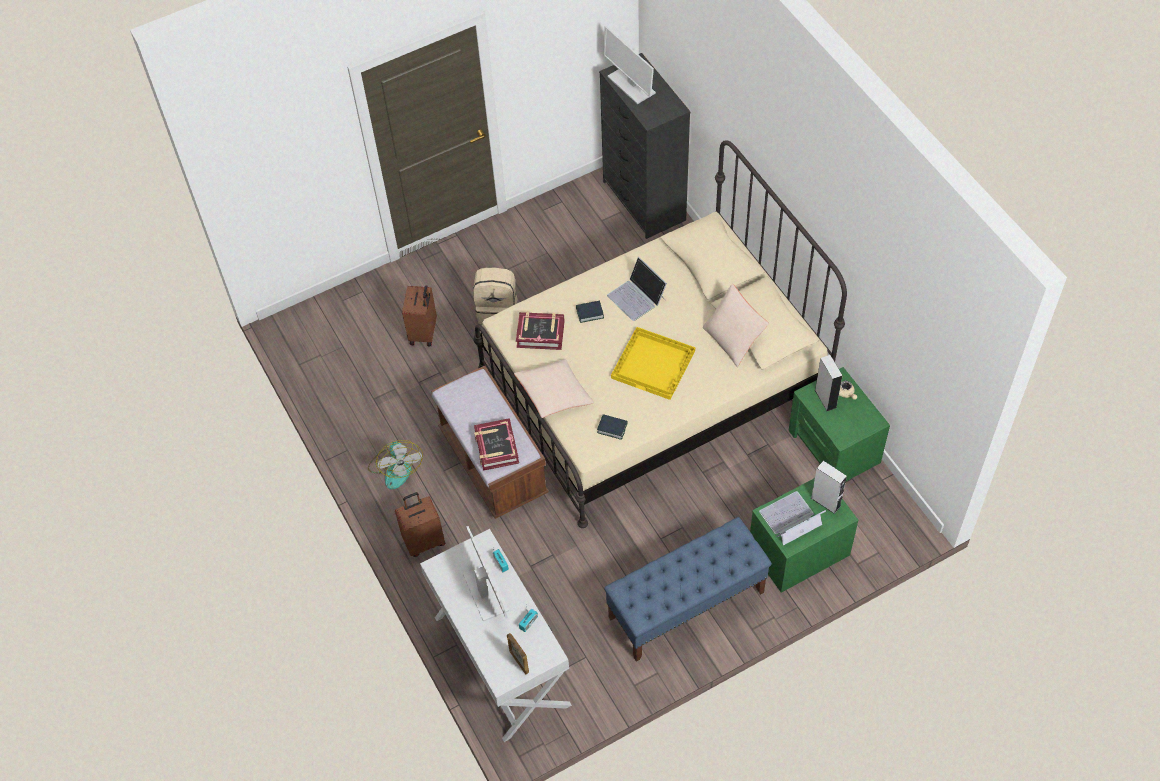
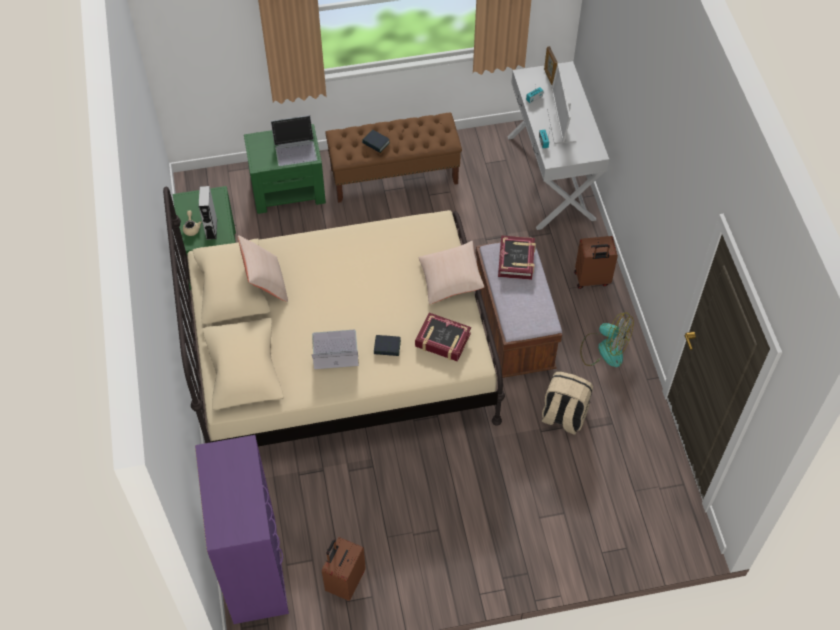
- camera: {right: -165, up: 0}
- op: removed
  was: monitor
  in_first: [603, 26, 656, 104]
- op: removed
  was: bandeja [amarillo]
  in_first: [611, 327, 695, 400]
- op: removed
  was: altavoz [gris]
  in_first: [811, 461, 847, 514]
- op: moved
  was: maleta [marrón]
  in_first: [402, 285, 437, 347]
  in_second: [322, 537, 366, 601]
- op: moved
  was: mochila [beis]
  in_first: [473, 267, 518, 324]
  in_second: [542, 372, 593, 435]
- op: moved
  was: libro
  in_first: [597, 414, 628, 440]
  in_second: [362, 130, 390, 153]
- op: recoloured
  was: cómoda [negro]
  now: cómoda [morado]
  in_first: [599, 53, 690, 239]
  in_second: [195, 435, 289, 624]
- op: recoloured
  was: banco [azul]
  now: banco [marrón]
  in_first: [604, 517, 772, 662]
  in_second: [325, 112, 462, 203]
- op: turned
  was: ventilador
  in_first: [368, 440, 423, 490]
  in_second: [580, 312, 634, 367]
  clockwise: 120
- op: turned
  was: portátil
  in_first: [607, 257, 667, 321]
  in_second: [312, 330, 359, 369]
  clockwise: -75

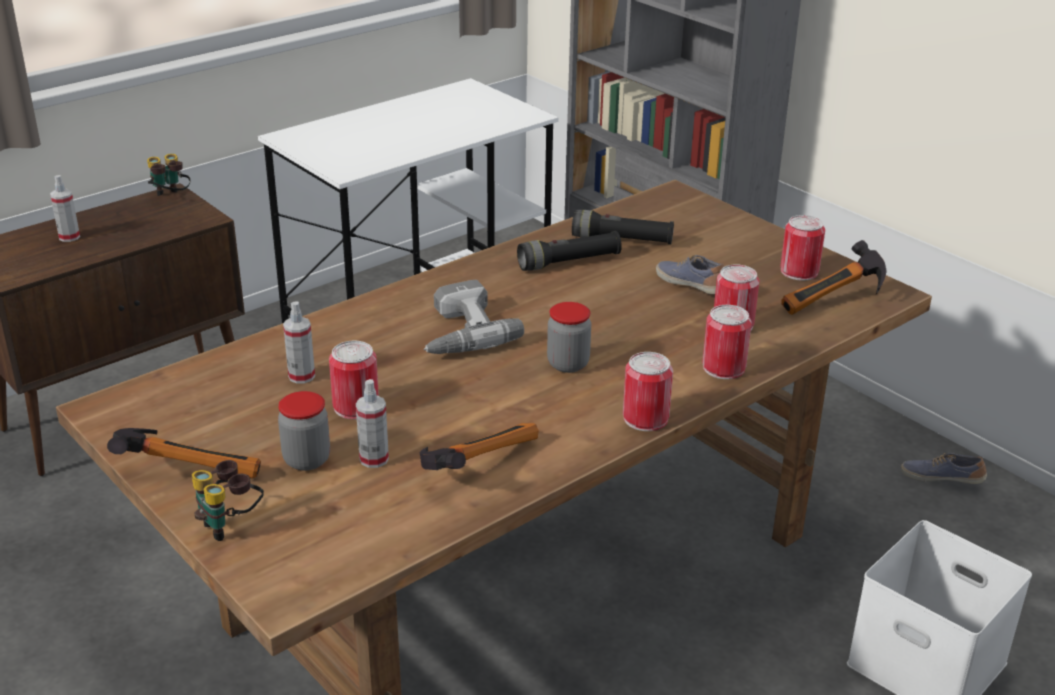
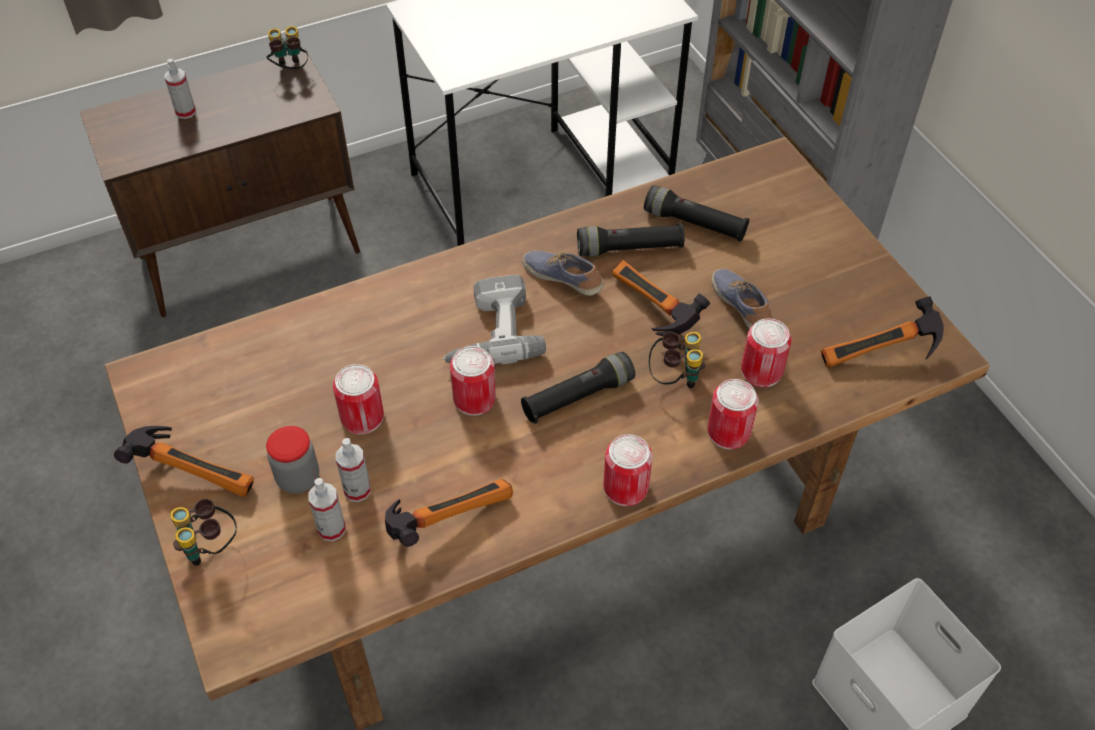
- camera: {right: 15, up: 20}
- op: added
  now: martillo
  in_second: [612, 260, 710, 336]
- op: added
  now: prismáticos
  in_second: [649, 332, 706, 388]
- op: moved
  was: pulverizador
  in_first: [283, 301, 315, 384]
  in_second: [308, 478, 345, 541]
- op: moved
  was: lata
  in_first: [780, 215, 825, 281]
  in_second: [450, 346, 496, 416]
- op: moved
  was: zapato
  in_first: [901, 453, 987, 484]
  in_second: [522, 251, 604, 296]
- op: replaced
  was: tarro
  now: linterna [negro]
  in_first: [547, 302, 591, 373]
  in_second: [521, 351, 635, 424]

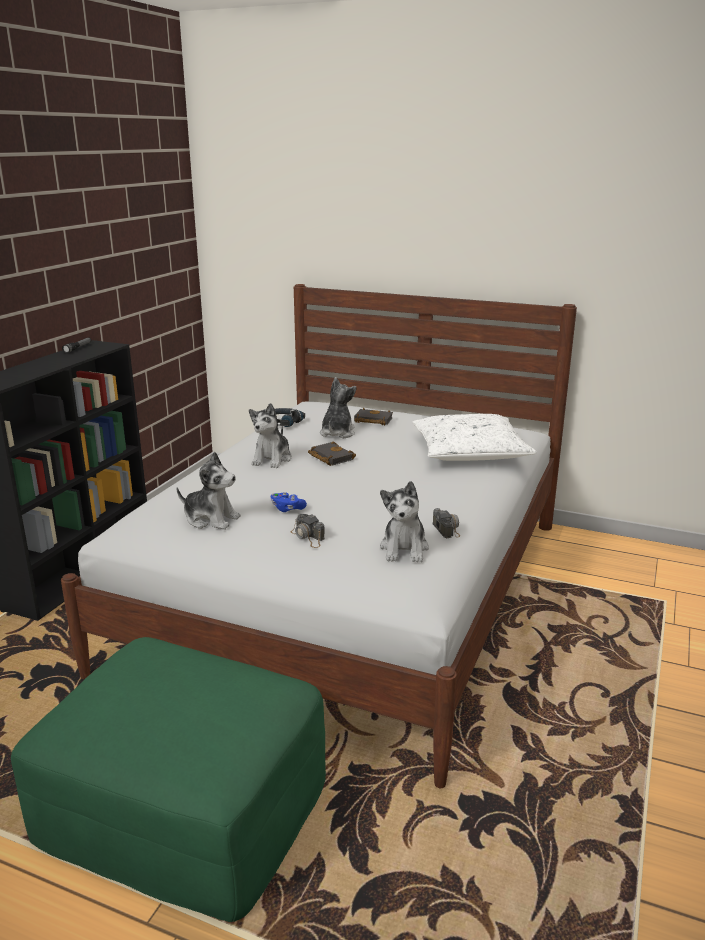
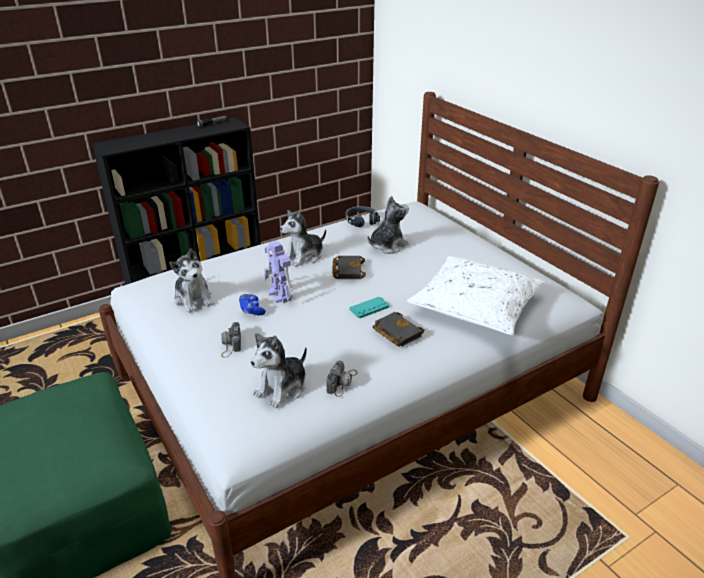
- camera: {right: 35, up: 10}
- op: added
  now: robot de juguete
  in_second: [264, 241, 293, 303]
- op: added
  now: mando de consola [turquesa]
  in_second: [350, 297, 390, 318]
- op: moved
  was: libro [negro]
  in_first: [354, 408, 393, 425]
  in_second: [372, 312, 424, 347]

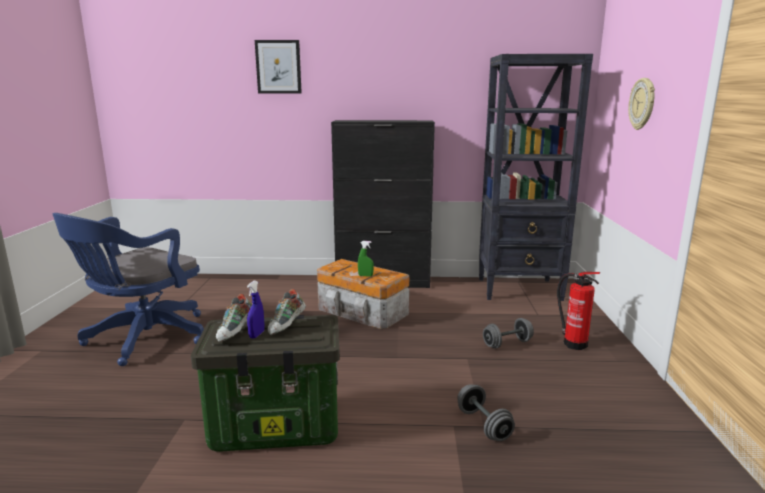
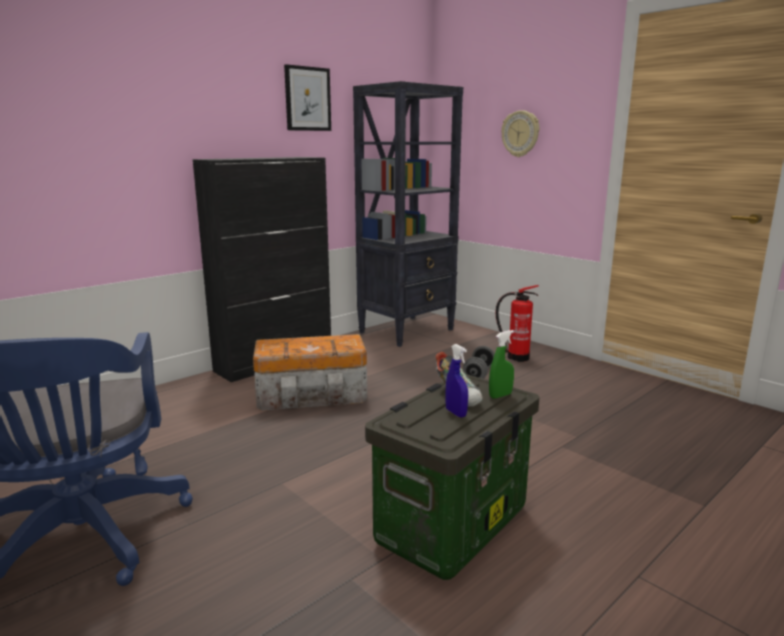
- camera: {right: -45, up: 0}
- op: removed
  was: zapato
  in_first: [216, 294, 252, 342]
- op: removed
  was: mancuerna [gris]
  in_first: [457, 384, 515, 441]
- op: moved
  was: cuadro
  in_first: [255, 40, 302, 94]
  in_second: [284, 64, 331, 131]
- op: moved
  was: pulverizador [verde]
  in_first: [358, 241, 374, 277]
  in_second: [489, 330, 514, 399]

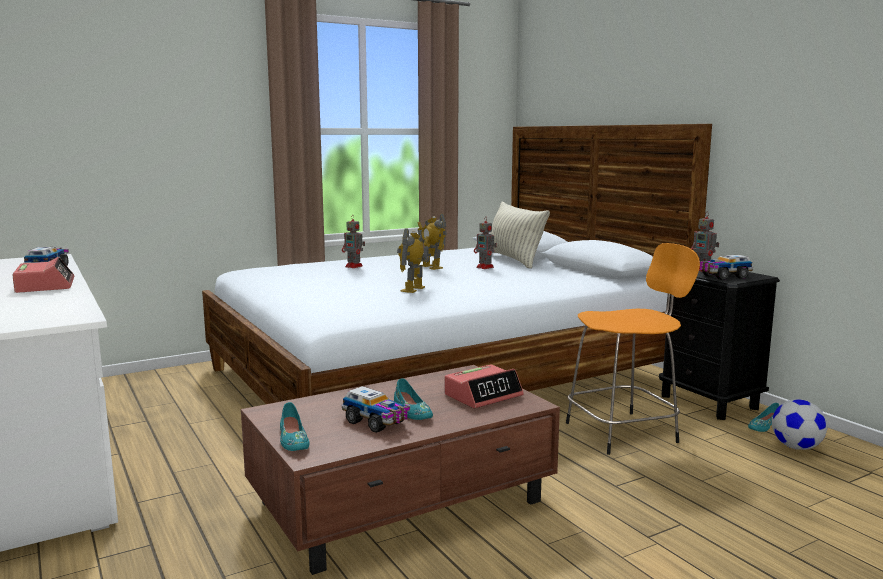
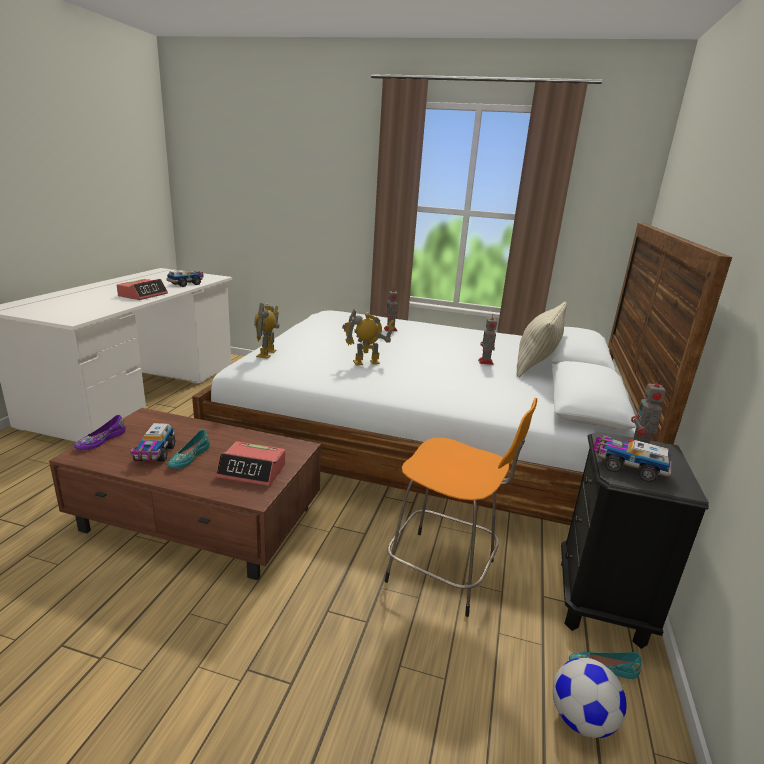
- camera: {right: 45, up: 10}
- op: moved
  was: robot de juguete
  in_first: [418, 214, 447, 270]
  in_second: [254, 303, 280, 359]
- op: recoloured
  was: zapato [turquesa]
  now: zapato [morado]
  in_first: [280, 402, 310, 451]
  in_second: [74, 415, 126, 450]

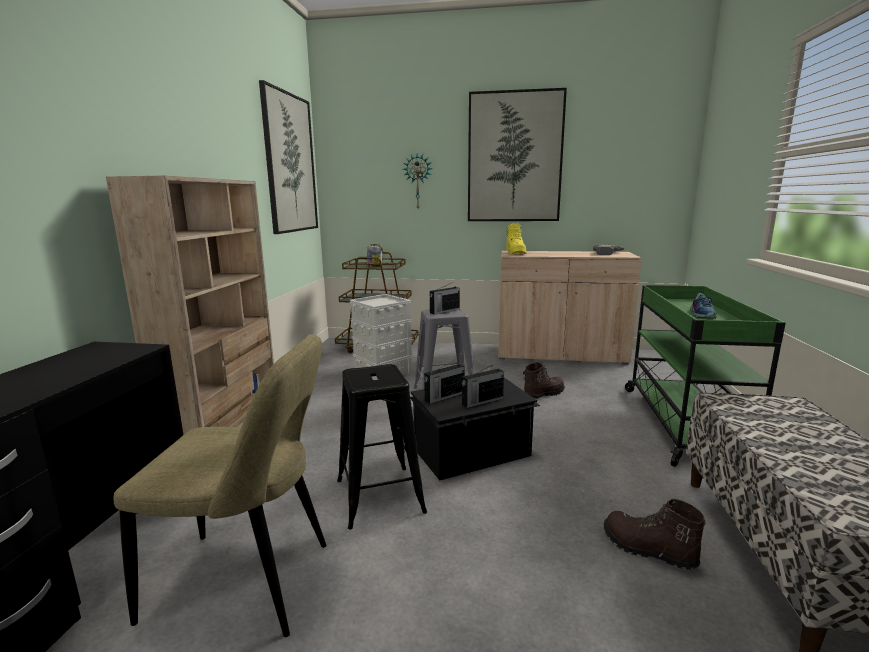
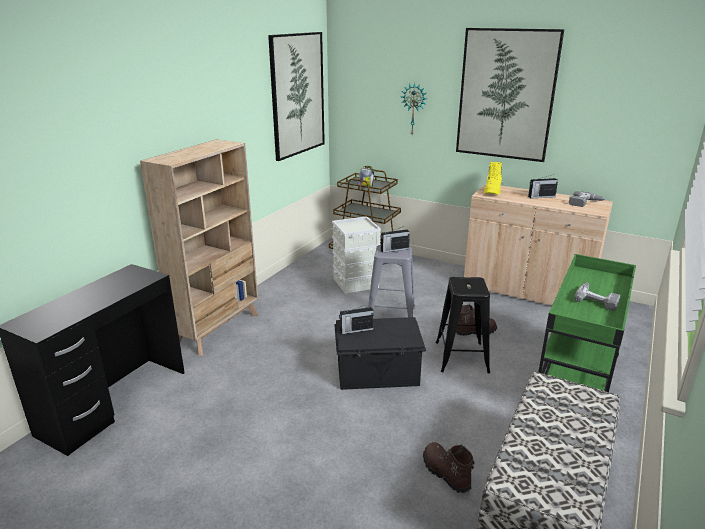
- camera: {right: 20, up: 10}
- op: removed
  was: silla [beis]
  in_first: [114, 334, 326, 637]
- op: moved
  was: taburete [negro]
  in_first: [337, 364, 427, 530]
  in_second: [436, 277, 490, 373]
- op: moved
  was: radio
  in_first: [462, 365, 504, 408]
  in_second: [528, 174, 558, 198]
- op: replaced
  was: zapato
  now: taladro
  in_first: [690, 293, 717, 319]
  in_second: [574, 282, 620, 311]

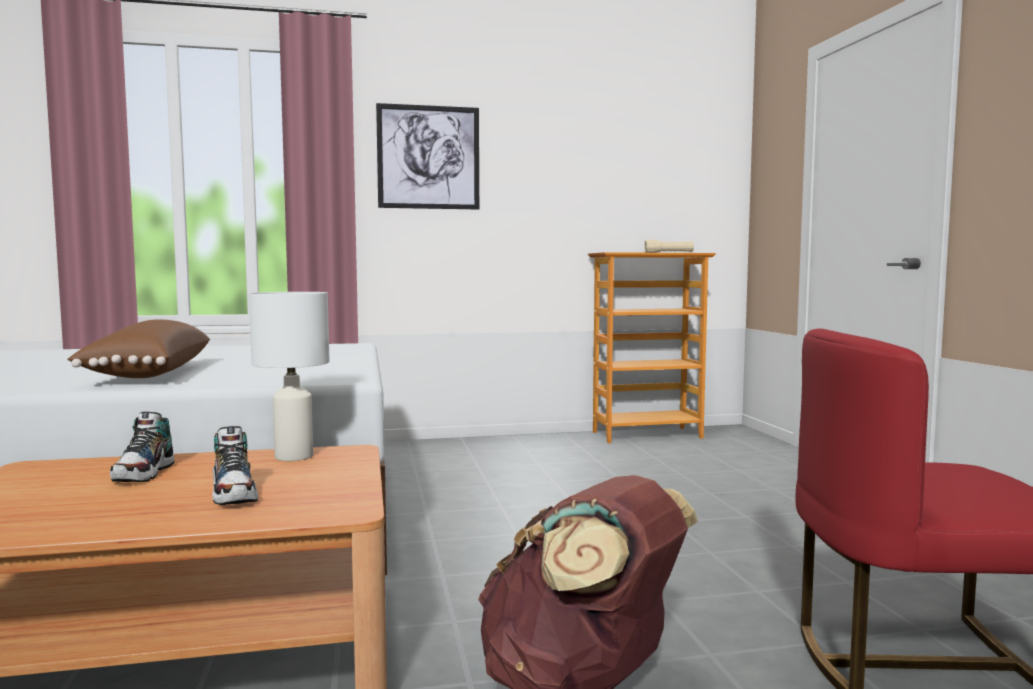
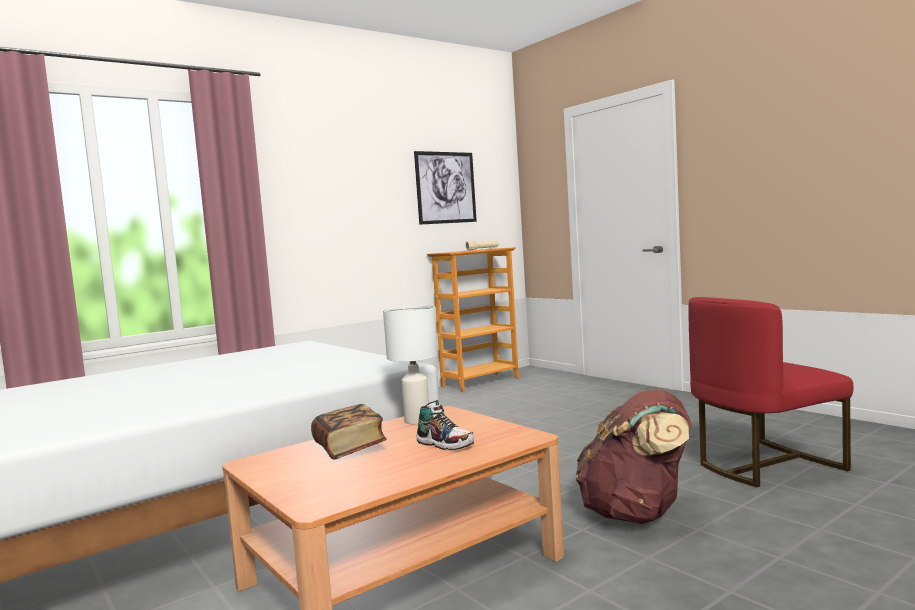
- camera: {right: -25, up: 0}
- op: removed
  was: cojín [marrón]
  in_first: [67, 319, 210, 378]
- op: moved
  was: cuadro
  in_first: [376, 103, 479, 210]
  in_second: [414, 151, 477, 225]
- op: replaced
  was: zapato
  now: libro
  in_first: [110, 412, 174, 482]
  in_second: [311, 404, 387, 460]

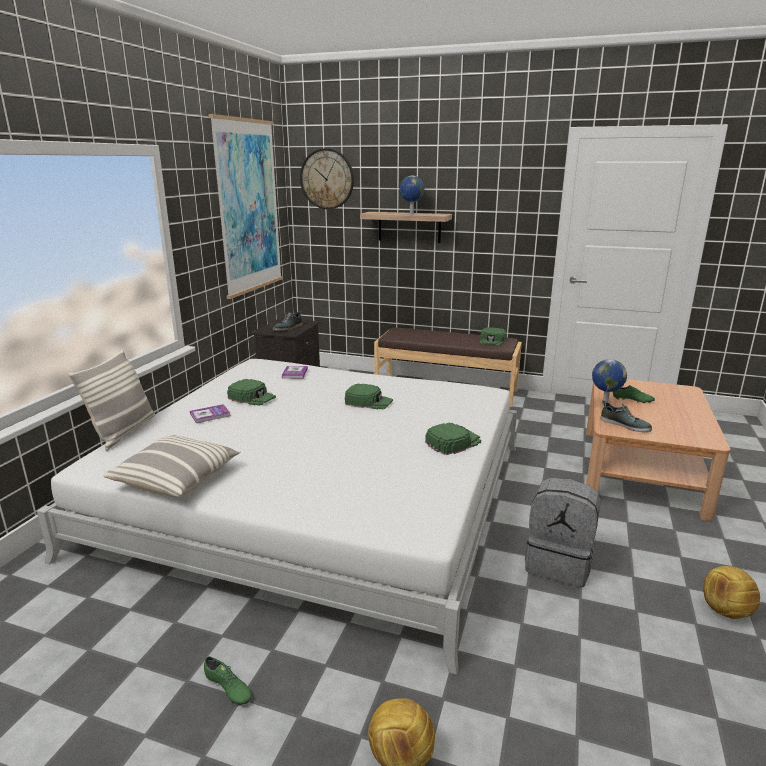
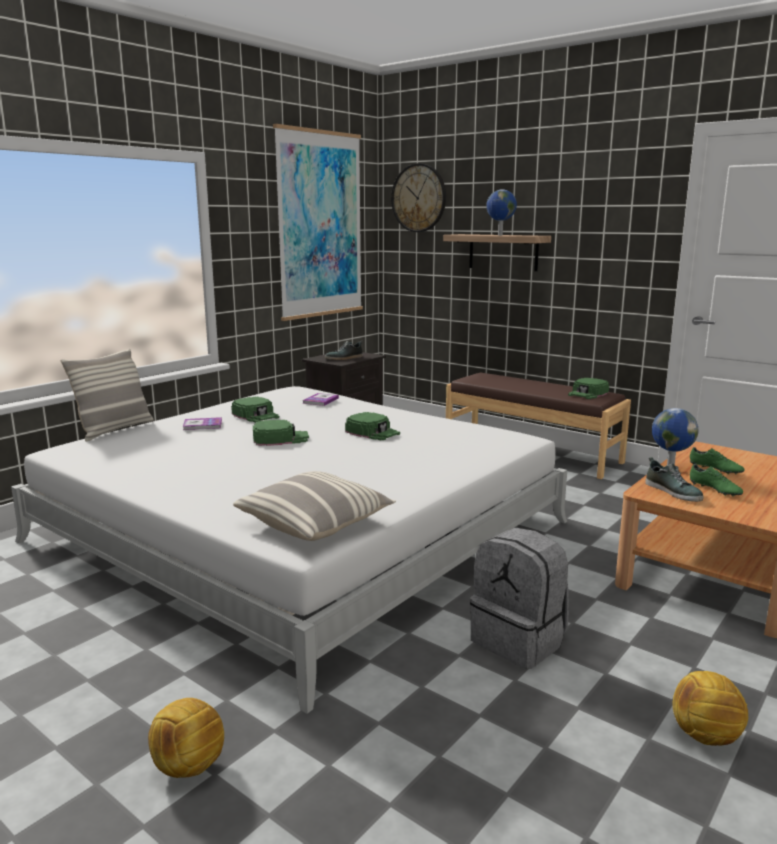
- camera: {right: 20, up: -5}
- op: moved
  was: cojín
  in_first: [103, 435, 241, 497]
  in_second: [233, 471, 396, 541]
- op: moved
  was: zapato [verde]
  in_first: [204, 656, 251, 705]
  in_second: [690, 464, 743, 497]
- op: moved
  was: gorra [verde]
  in_first: [425, 422, 481, 455]
  in_second: [253, 420, 309, 446]

